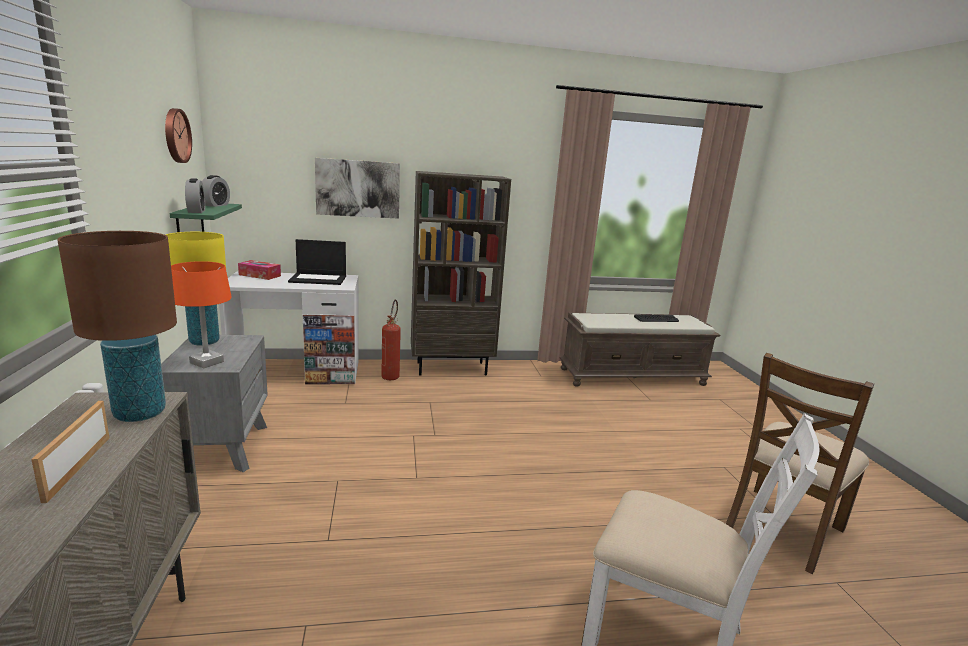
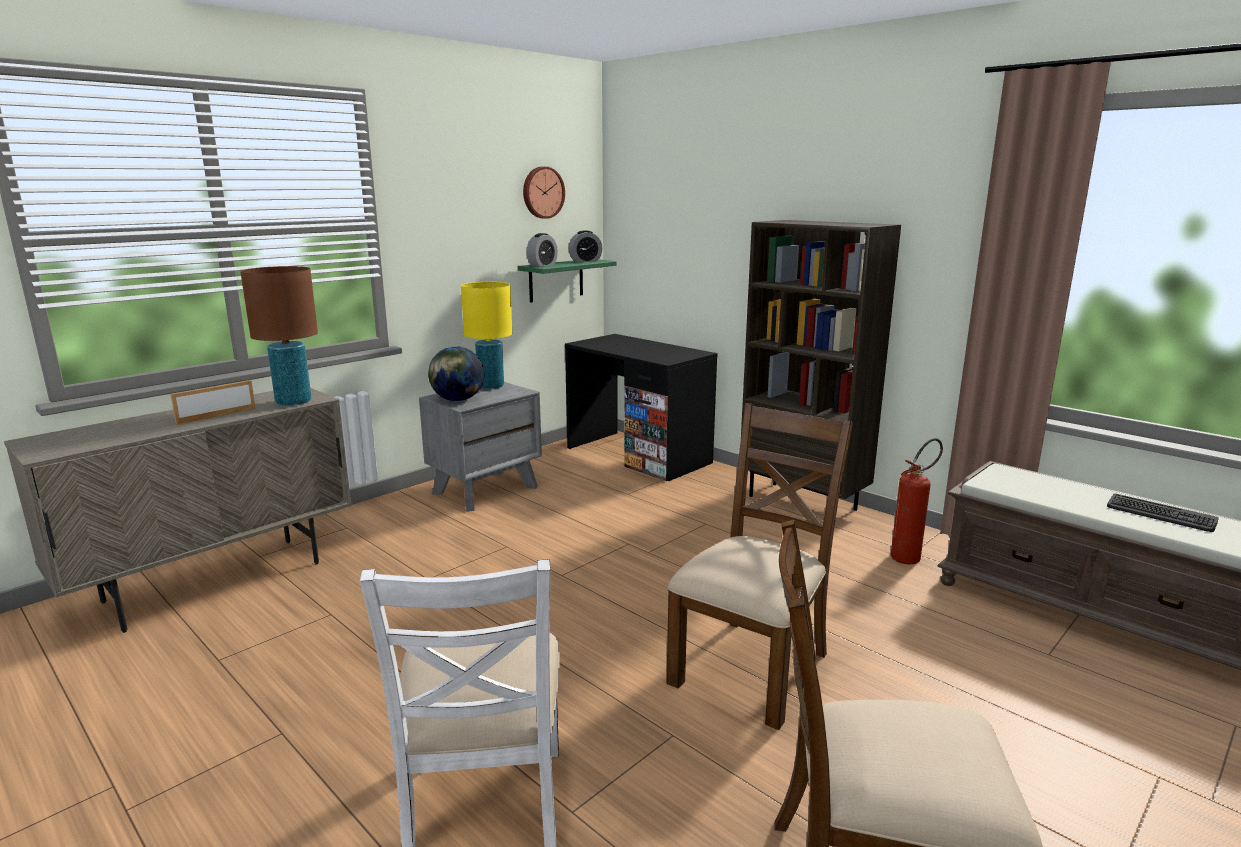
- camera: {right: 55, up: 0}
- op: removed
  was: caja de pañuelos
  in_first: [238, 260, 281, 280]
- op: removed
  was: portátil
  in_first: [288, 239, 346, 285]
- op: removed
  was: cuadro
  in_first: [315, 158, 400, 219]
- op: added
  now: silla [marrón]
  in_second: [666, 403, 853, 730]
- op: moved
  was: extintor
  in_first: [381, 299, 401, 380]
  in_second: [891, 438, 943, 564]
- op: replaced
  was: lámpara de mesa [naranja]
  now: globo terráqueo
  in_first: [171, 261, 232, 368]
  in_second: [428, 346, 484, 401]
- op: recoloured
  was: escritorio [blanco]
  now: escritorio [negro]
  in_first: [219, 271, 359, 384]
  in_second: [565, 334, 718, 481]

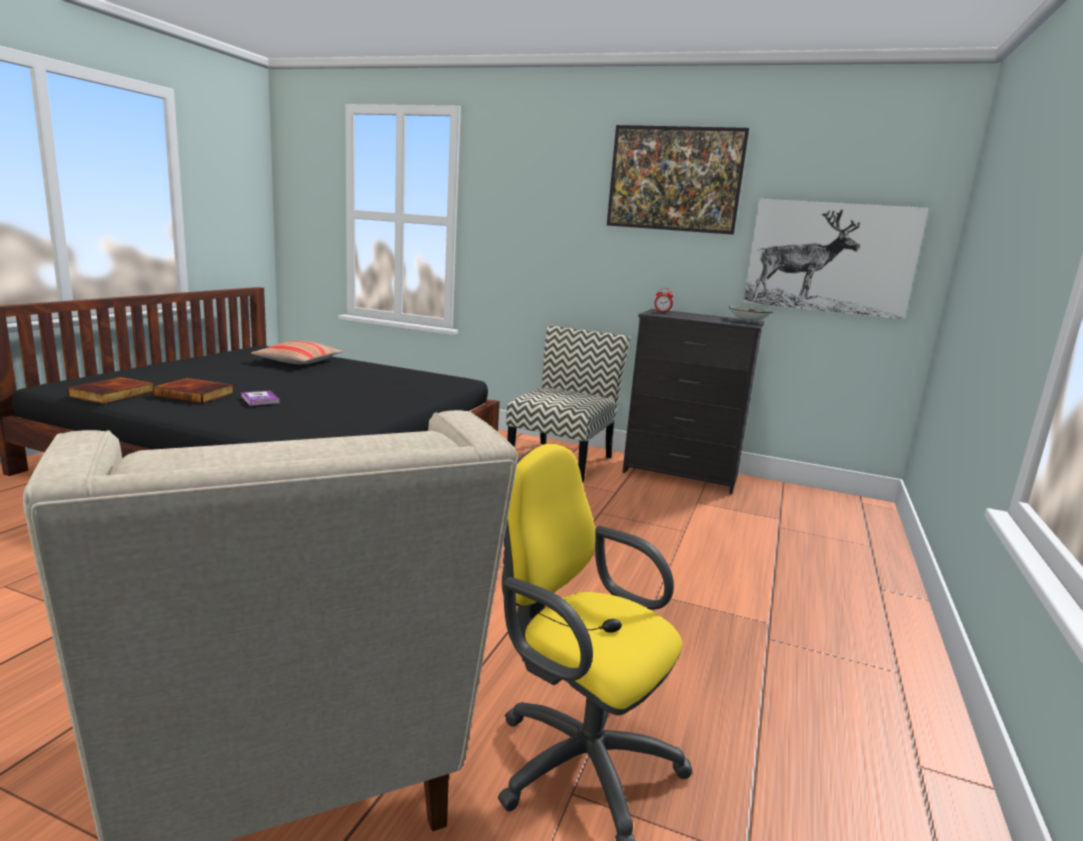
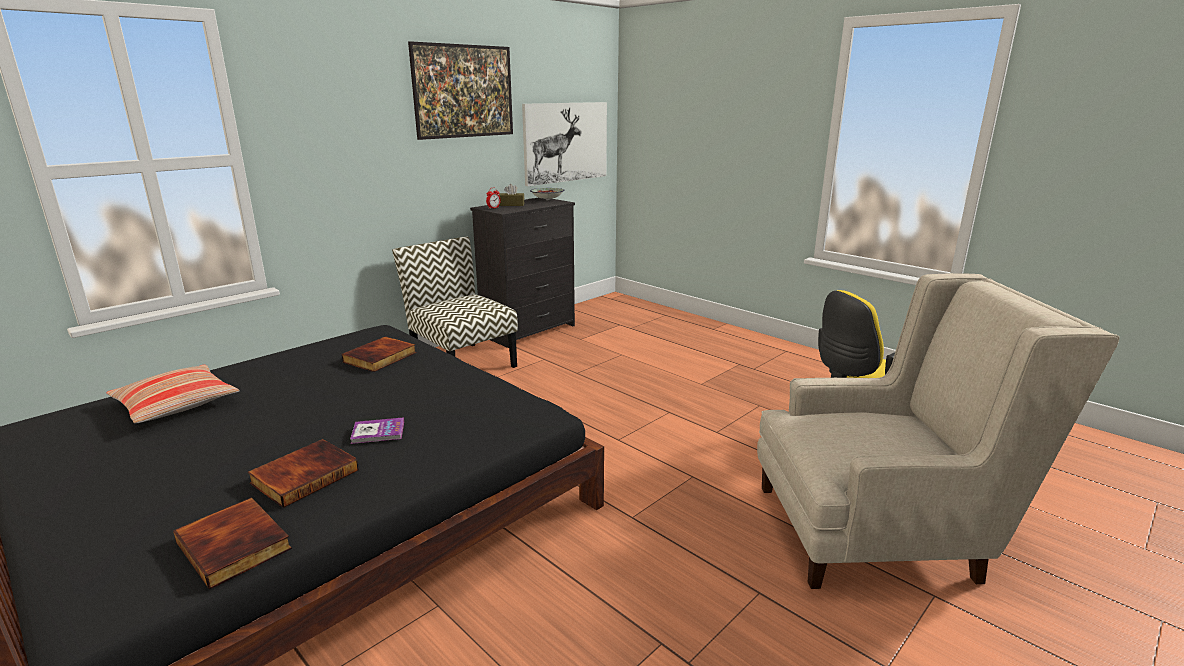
- camera: {right: -65, up: 5}
- op: added
  now: libro
  in_second: [342, 337, 417, 372]
- op: added
  now: caja de pañuelos [marrón]
  in_second: [499, 184, 524, 206]

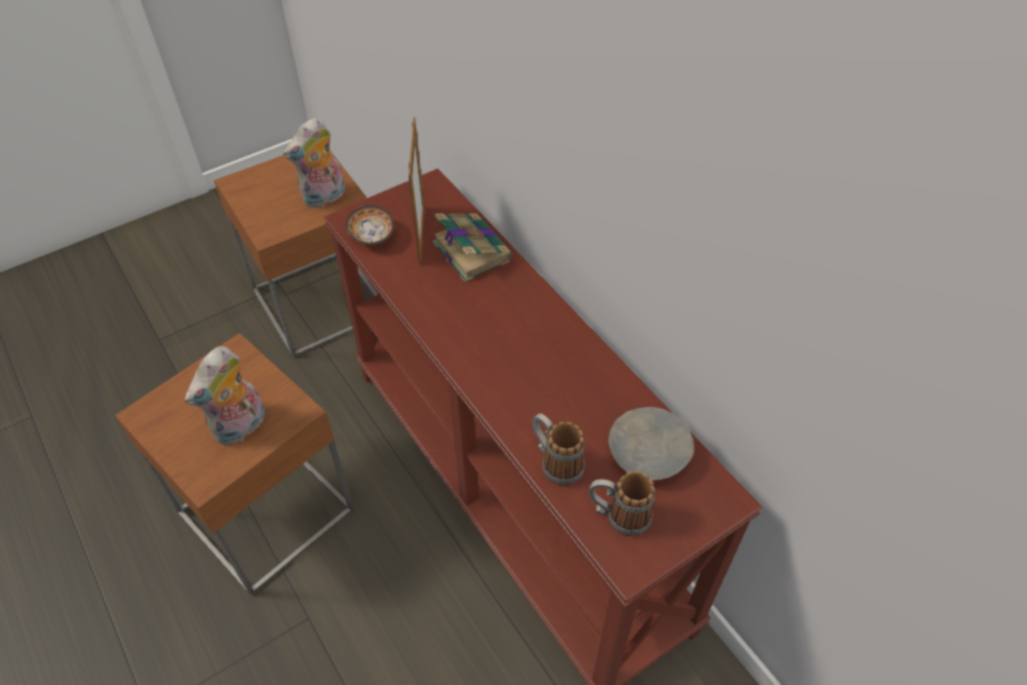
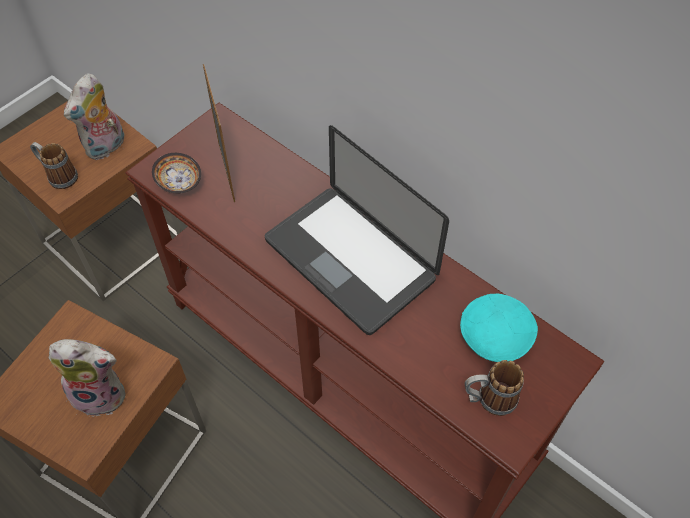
- camera: {right: -15, up: 5}
- op: removed
  was: libro
  in_first: [433, 213, 512, 282]
- op: added
  now: portátil
  in_second: [265, 125, 449, 335]
- op: moved
  was: taza grande
  in_first: [532, 413, 585, 486]
  in_second: [30, 142, 78, 189]
- op: recoloured
  was: cuenco [gris]
  now: cuenco [turquesa]
  in_first: [608, 407, 694, 481]
  in_second: [460, 294, 538, 362]
- op: turned
  was: peluche
  in_first: [185, 346, 265, 446]
  in_second: [49, 339, 126, 417]
  clockwise: -105

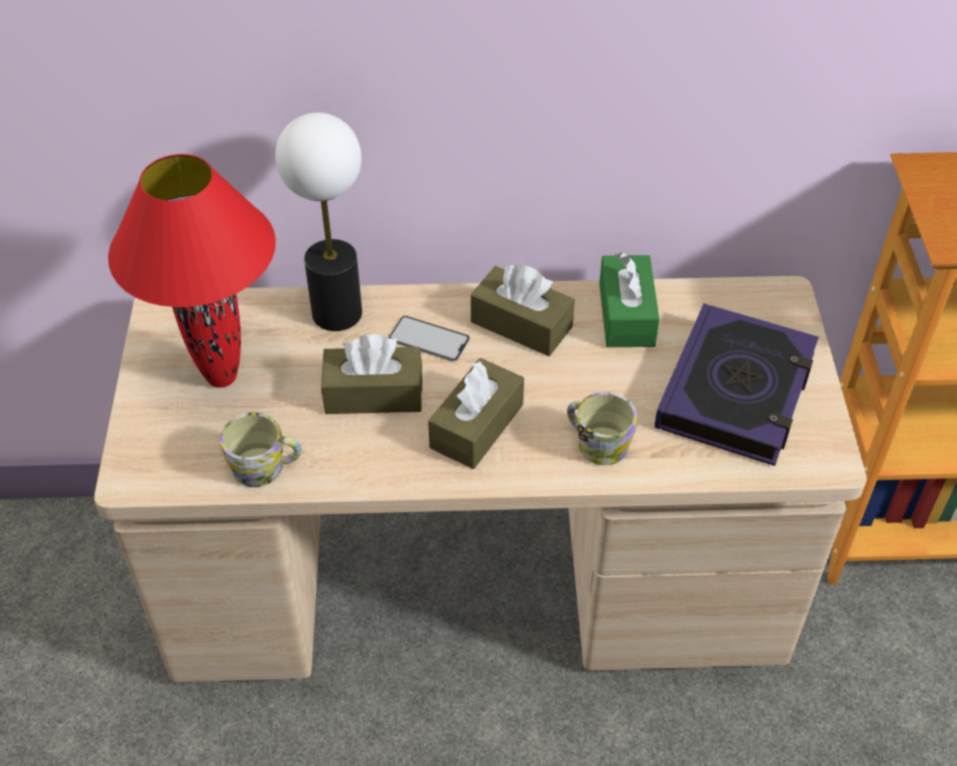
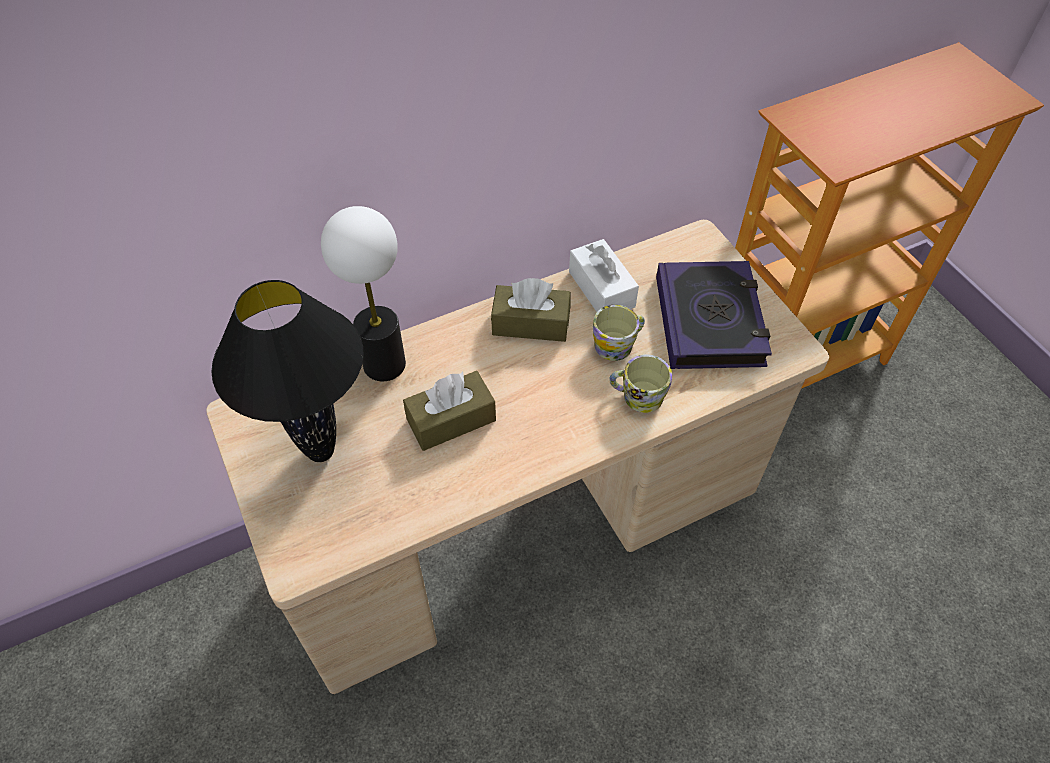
- camera: {right: -25, up: 5}
- op: removed
  was: móvil
  in_first: [389, 316, 470, 362]
- op: removed
  was: caja de pañuelos [marrón]
  in_first: [428, 358, 524, 469]
- op: moved
  was: taza grande
  in_first: [220, 413, 302, 487]
  in_second: [593, 305, 645, 361]
- op: recoloured
  was: lámpara de mesa [rojo]
  now: lámpara de mesa [negro]
  in_first: [108, 154, 276, 388]
  in_second: [211, 280, 364, 462]
- op: recoloured
  was: caja de pañuelos [verde]
  now: caja de pañuelos [blanco]
  in_first: [599, 253, 660, 347]
  in_second: [569, 239, 639, 312]

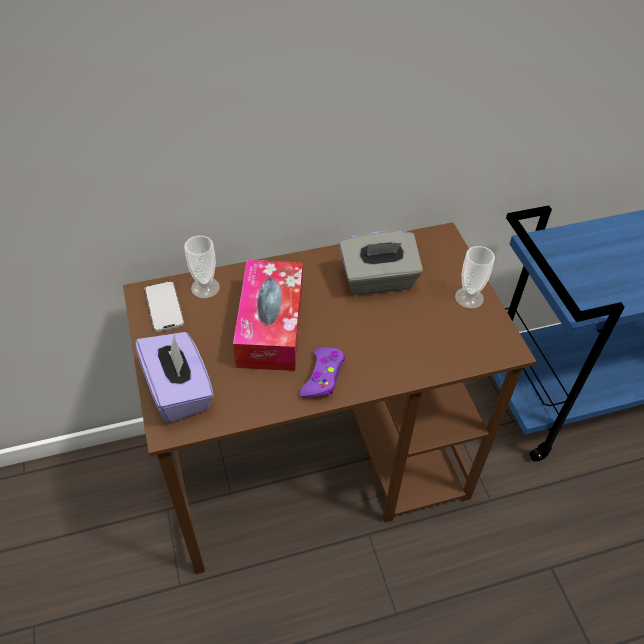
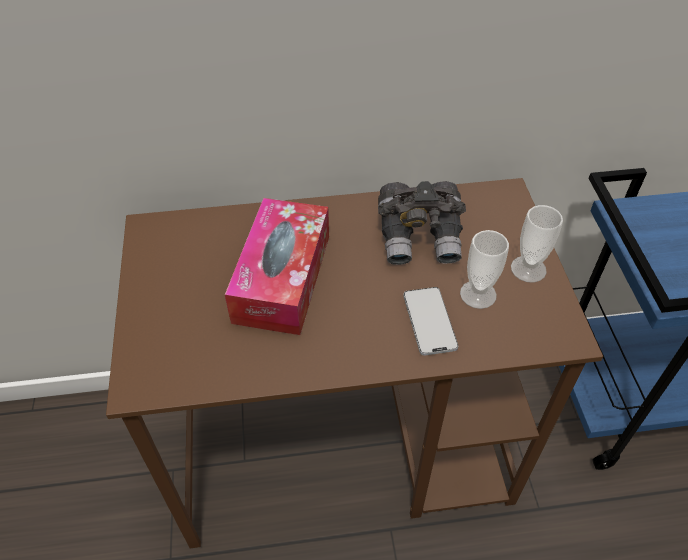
- camera: {right: 10, up: 0}
- op: removed
  was: caja de pañuelos [morado]
  in_first: [135, 332, 214, 423]
- op: removed
  was: mando de consola [morado]
  in_first: [299, 347, 345, 398]
- op: moved
  was: móvil
  in_first: [145, 281, 184, 332]
  in_second: [404, 287, 458, 356]
- op: moved
  was: taza
  in_first: [184, 235, 220, 299]
  in_second: [460, 230, 509, 309]
- op: replaced
  was: caja de pañuelos [gris]
  now: prismáticos [gris]
  in_first: [339, 231, 423, 295]
  in_second: [378, 181, 466, 265]

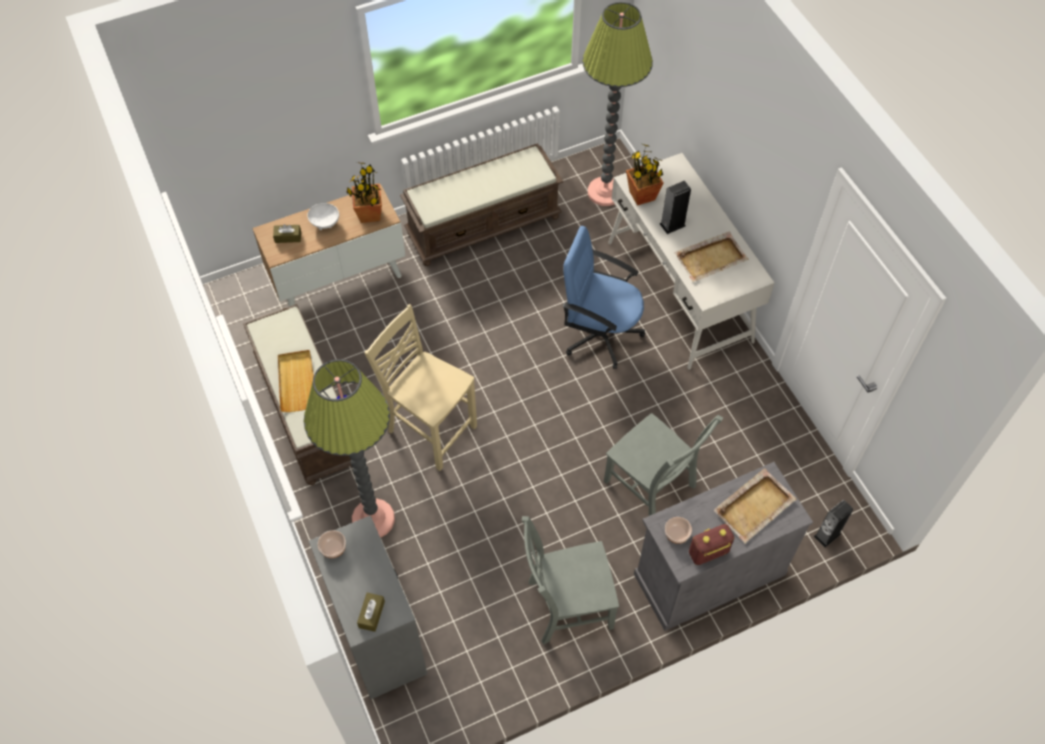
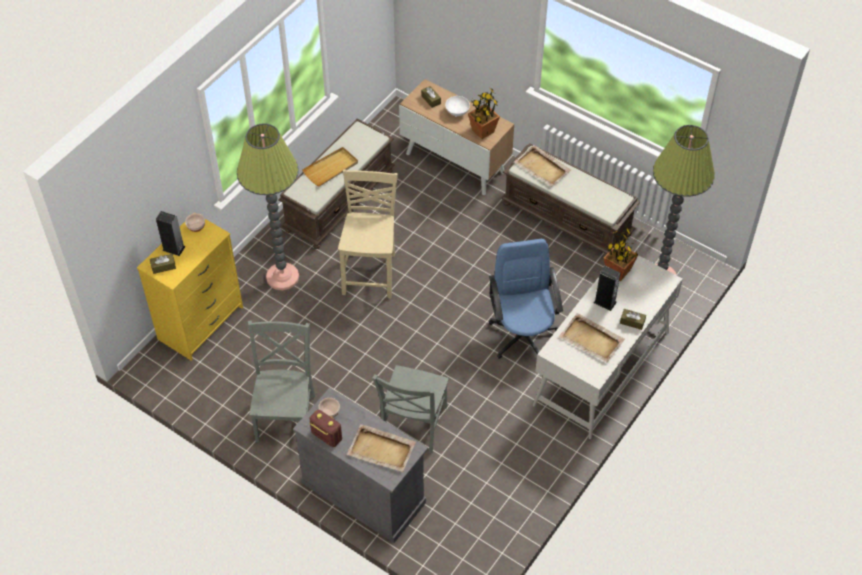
- camera: {right: 60, up: -5}
- op: added
  now: bandeja [beis]
  in_second: [514, 145, 571, 187]
- op: added
  now: caja de pañuelos [marrón]
  in_second: [620, 309, 646, 330]
- op: moved
  was: altavoz
  in_first: [814, 500, 853, 548]
  in_second: [156, 211, 186, 256]
- op: recoloured
  was: cómoda [gris]
  now: cómoda [amarillo]
  in_first: [309, 515, 427, 699]
  in_second: [137, 213, 243, 361]
- op: turned
  was: silla [gris]
  in_first: [522, 516, 619, 645]
  in_second: [248, 320, 315, 442]
  clockwise: 45

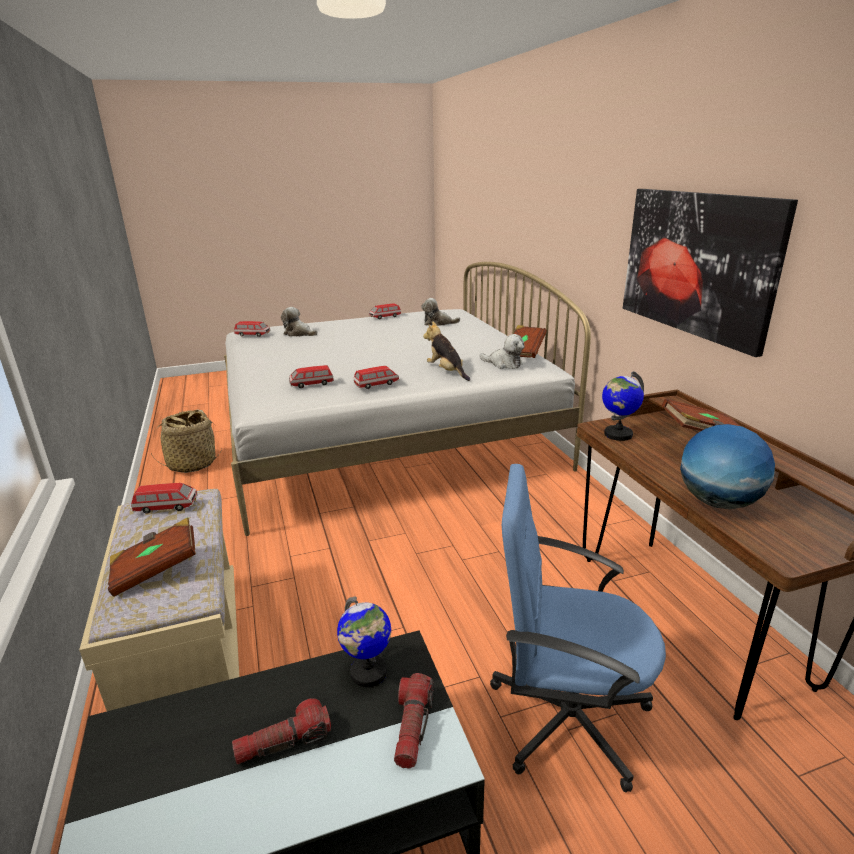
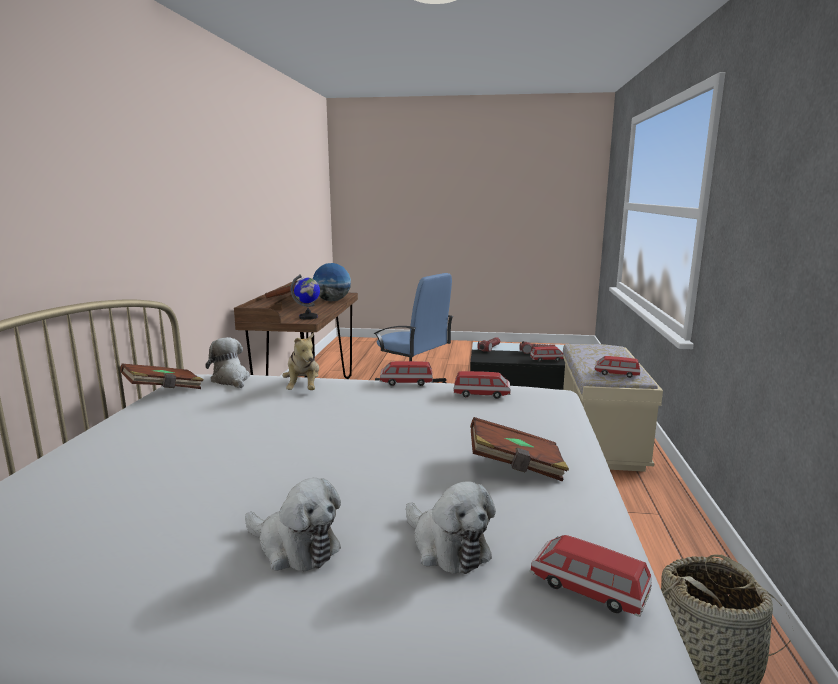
- camera: {right: -155, up: -10}
- op: removed
  was: globo terráqueo
  in_first: [337, 596, 391, 687]
- op: removed
  was: cuadro
  in_first: [623, 189, 798, 357]
- op: moved
  was: libro [marrón]
  in_first: [108, 518, 196, 597]
  in_second: [470, 417, 569, 482]
- op: moved
  was: coche de juguete
  in_first: [369, 303, 401, 319]
  in_second: [530, 347, 564, 362]
- op: moved
  was: peluche
  in_first: [421, 298, 460, 326]
  in_second: [245, 478, 341, 571]

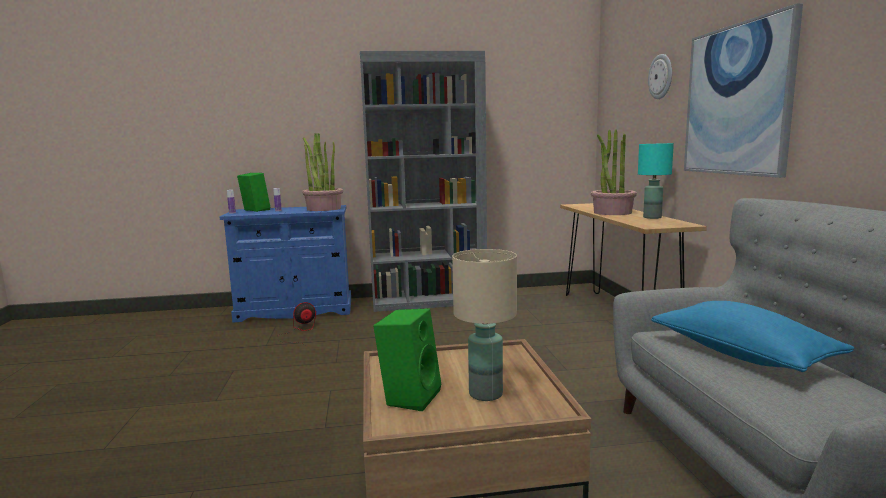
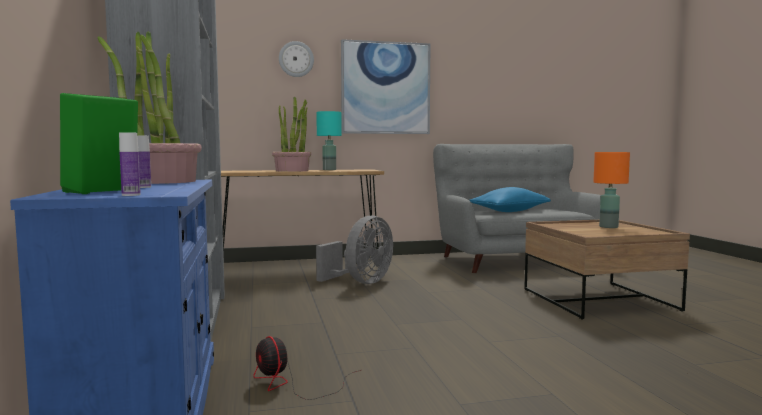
- camera: {right: -95, up: -5}
- op: removed
  was: altavoz [verde]
  in_first: [373, 308, 442, 411]
- op: added
  now: ventilador [gris]
  in_second: [316, 216, 393, 284]
- op: recoloured
  was: lámpara de mesa [beis]
  now: lámpara de mesa [naranja]
  in_first: [452, 249, 517, 401]
  in_second: [593, 152, 630, 228]

